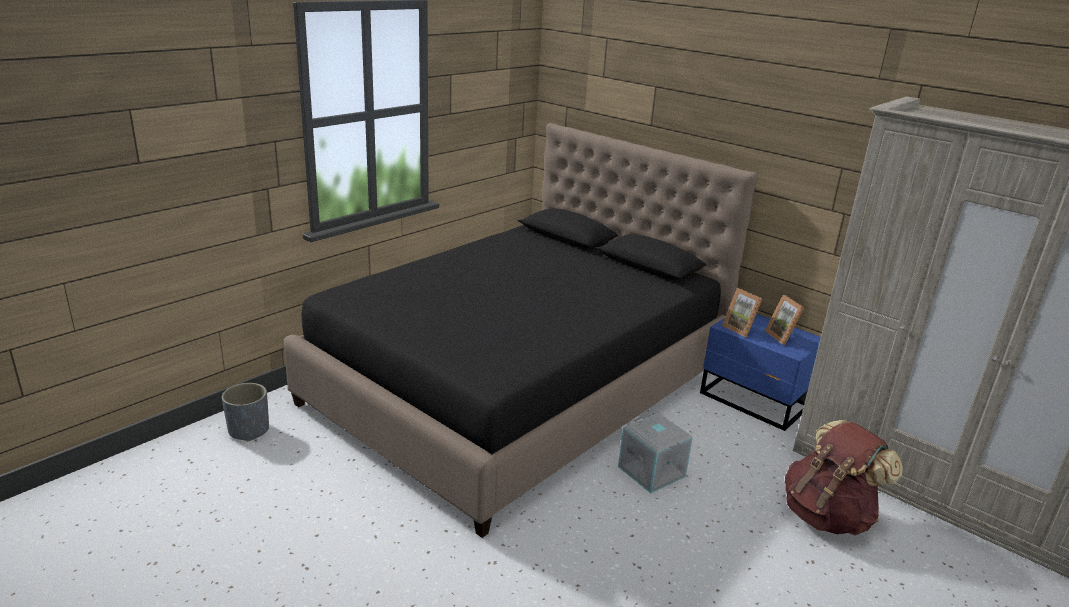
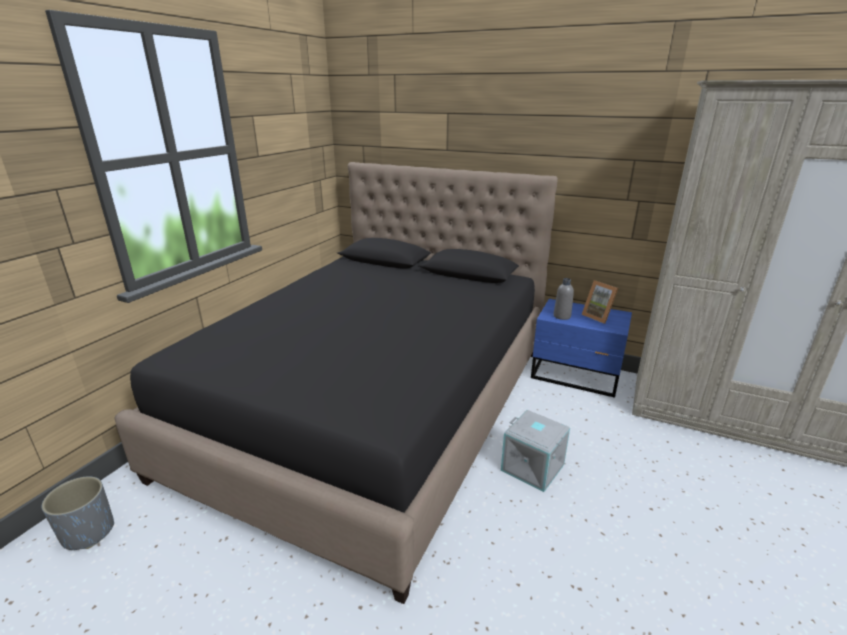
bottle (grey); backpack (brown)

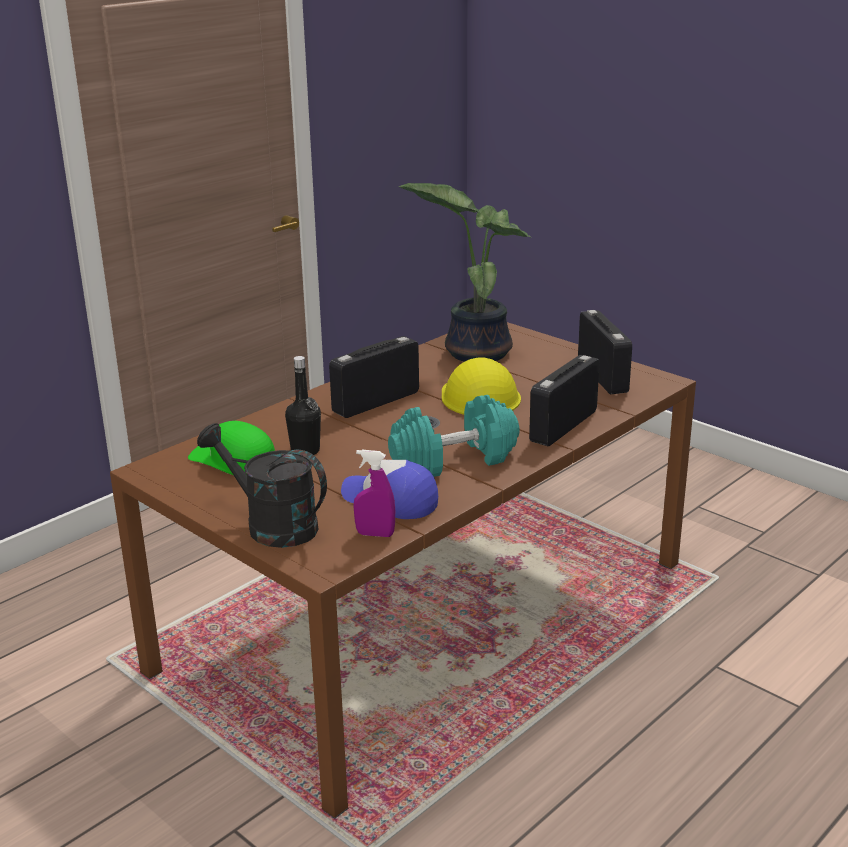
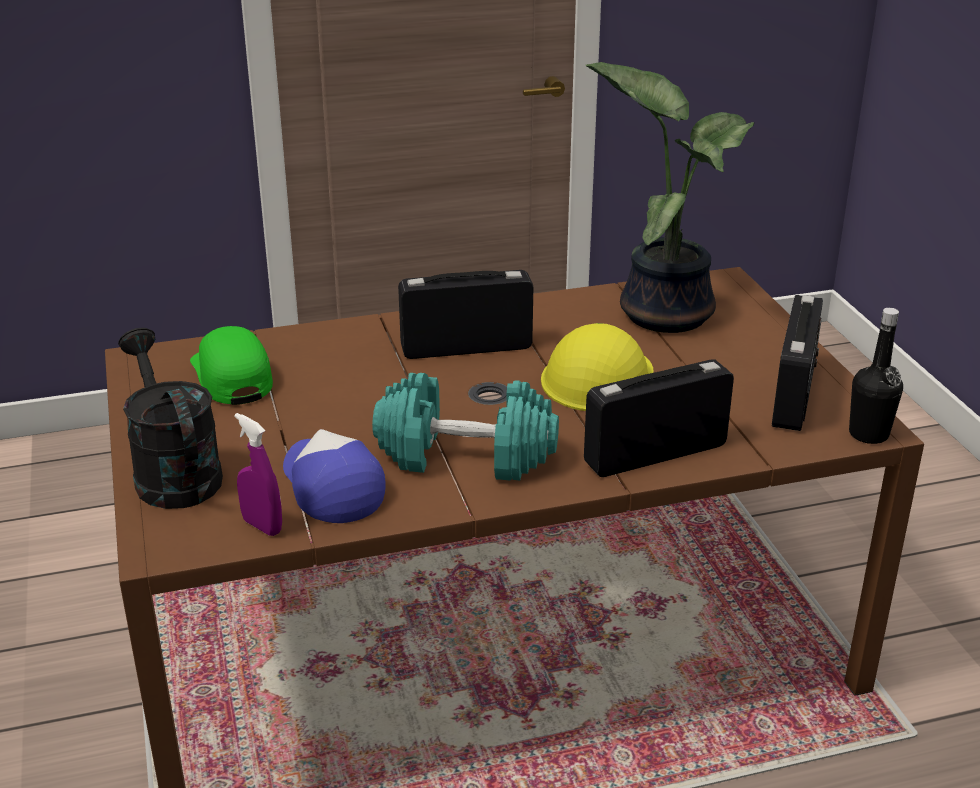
bottle (black)

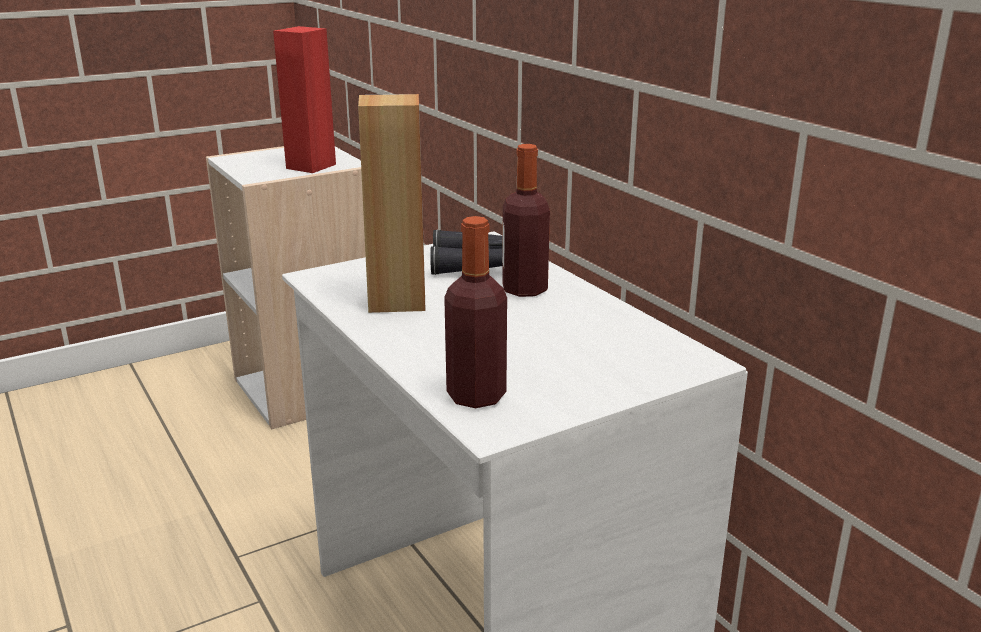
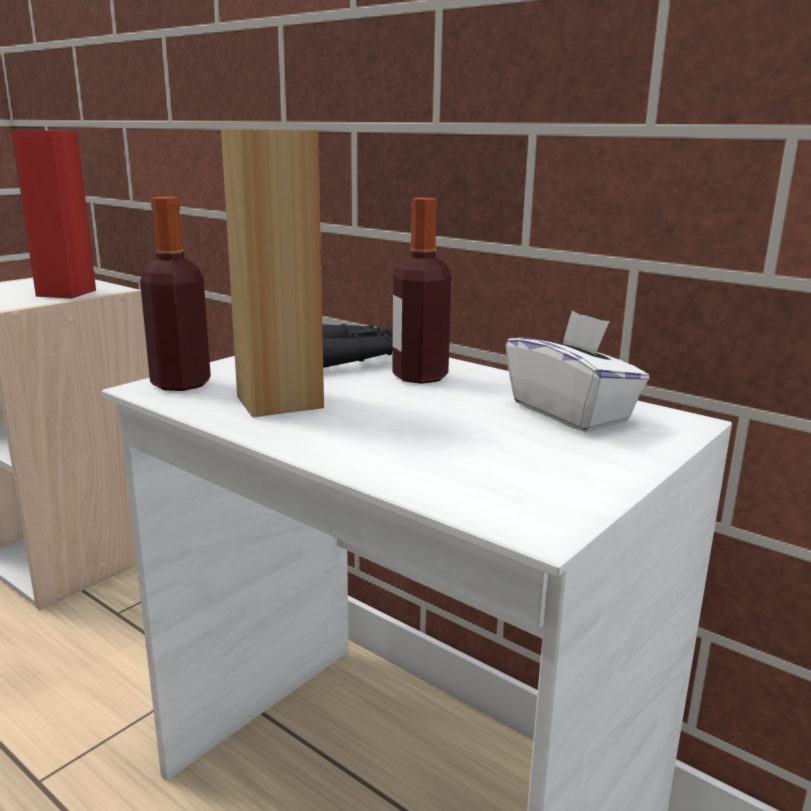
bottle (no. 1 from left); tissue box (white)

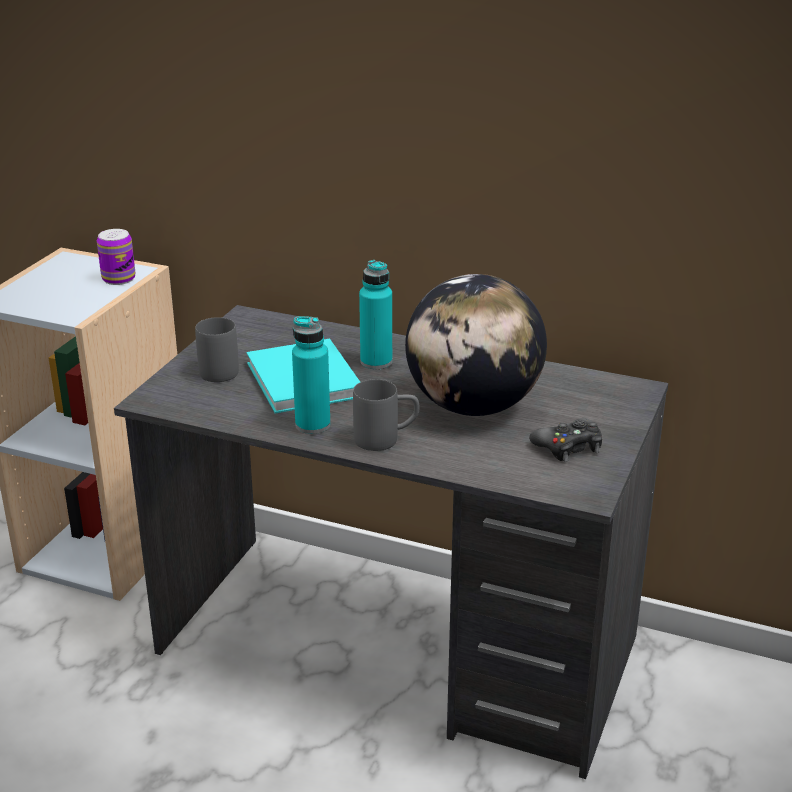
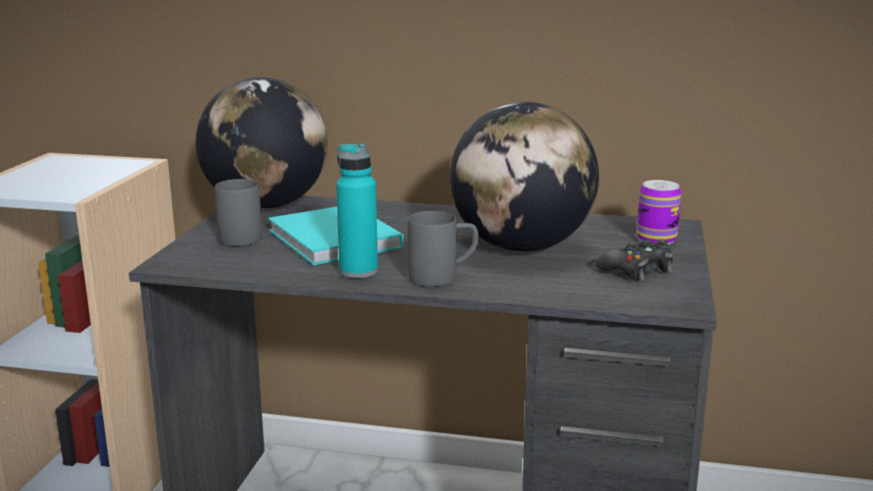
can; bottle (turquoise) (no. 2 from left in the first image); globe (no. 1 from left)

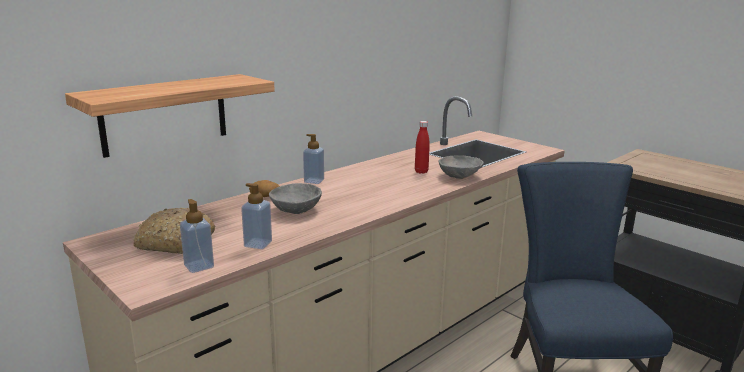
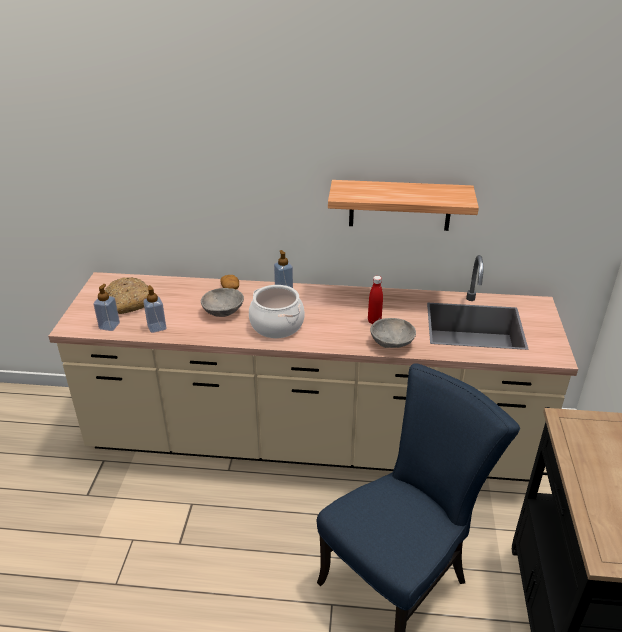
shelf; cooking pot

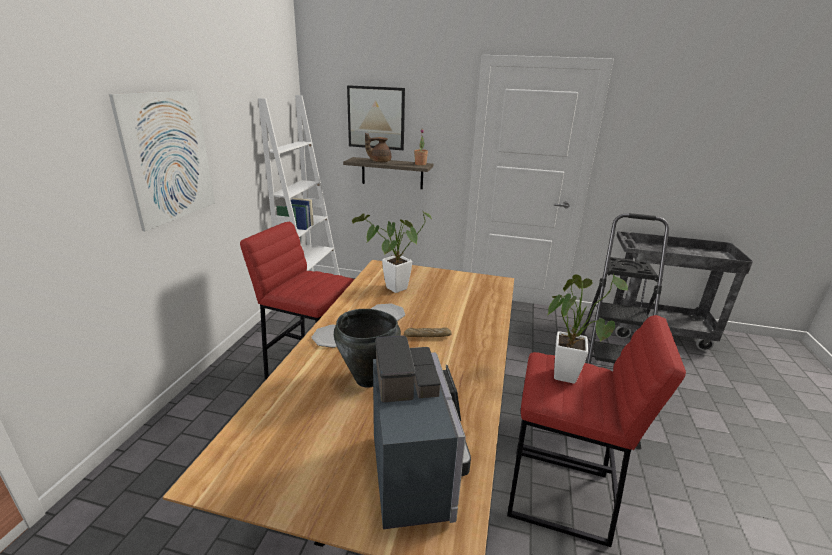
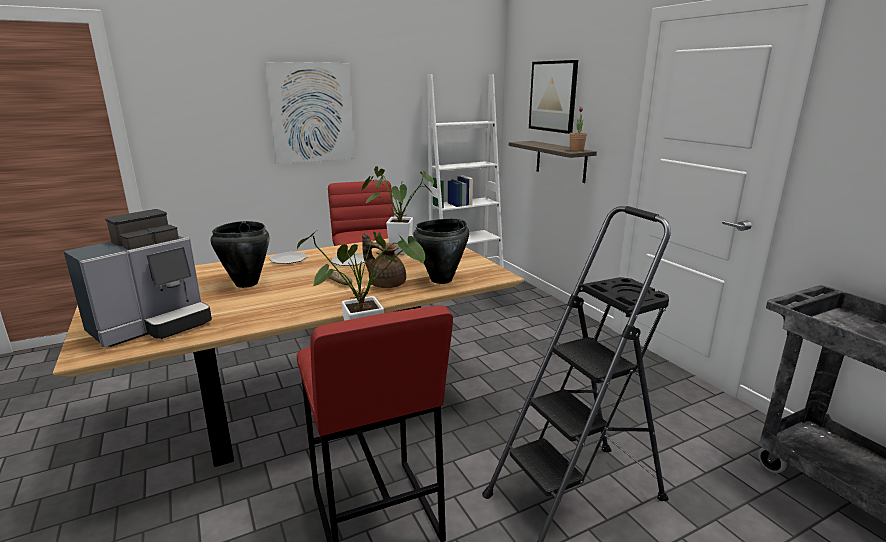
teapot (brown); cooking pot (black) (no. 2 from left)

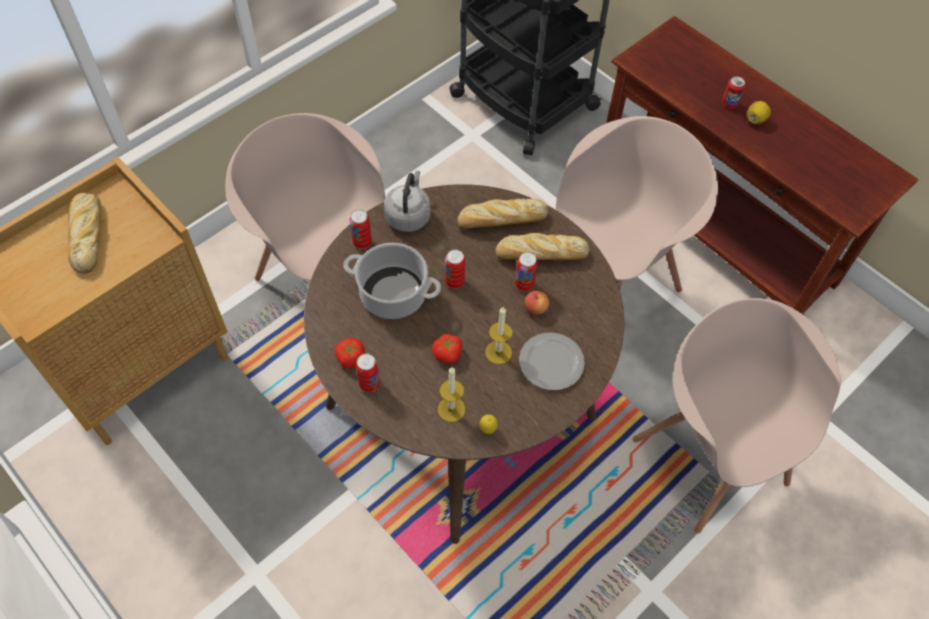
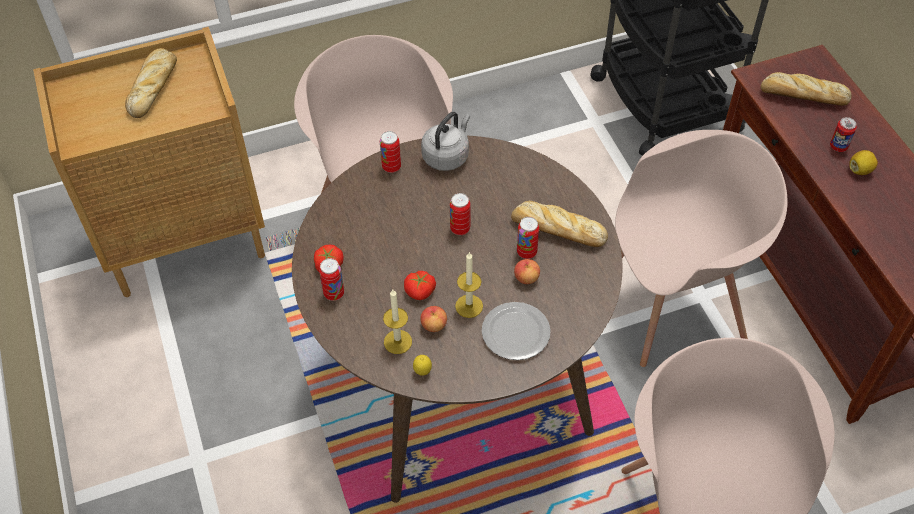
bread (no. 3 from left); cooking pot; apple (no. 1 from left)

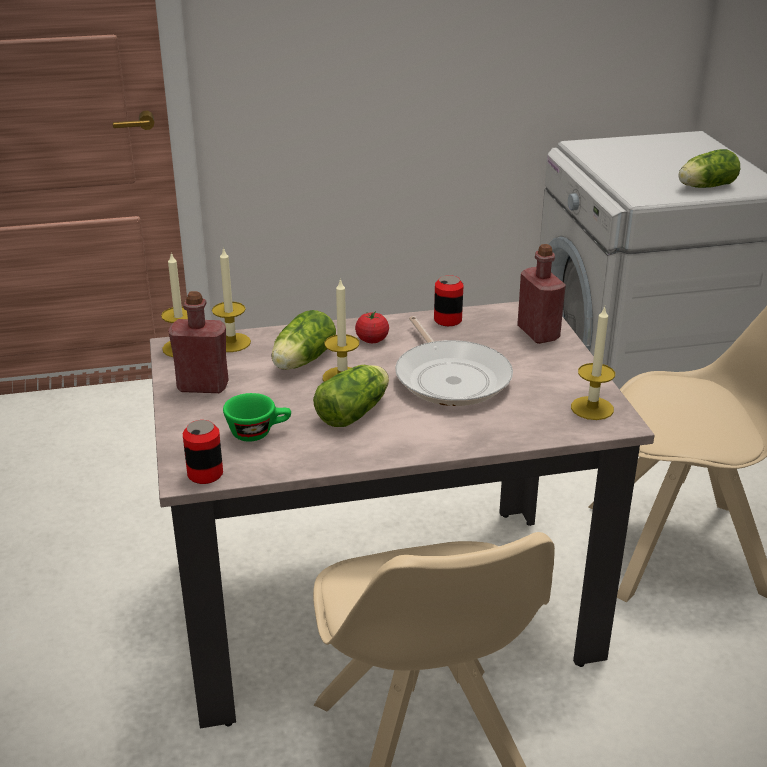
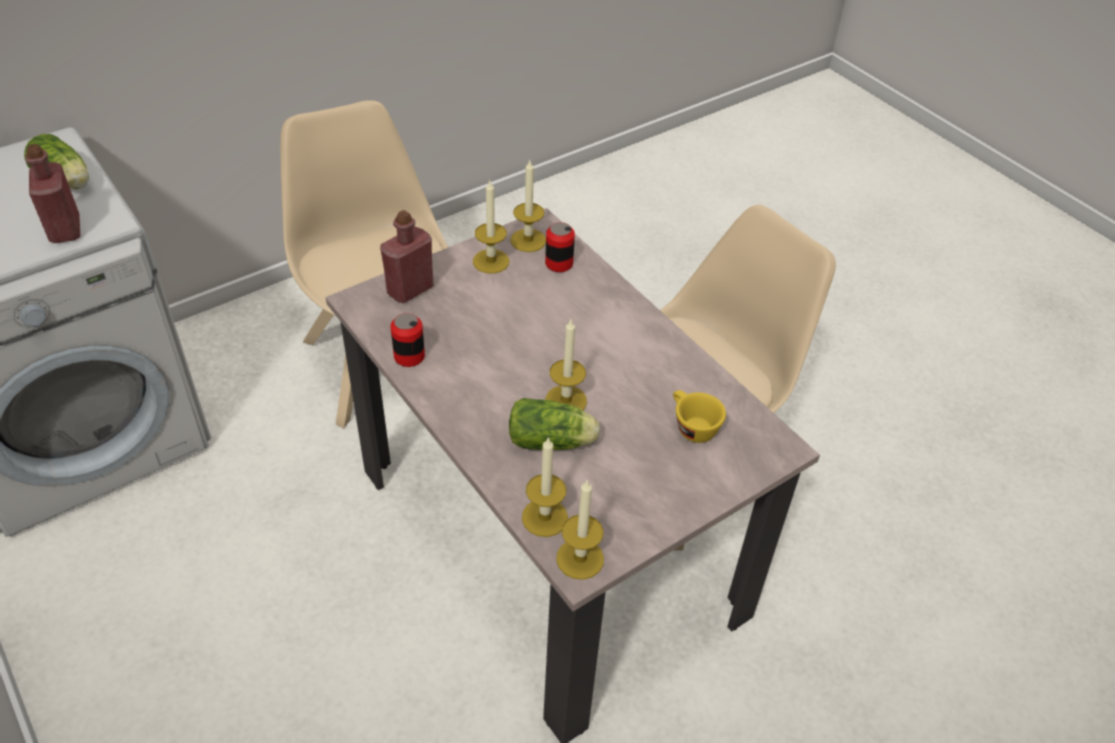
bottle (red) (no. 1 from left); tomato; frying pan; lettuce (no. 2 from left in the first image); cup (yellow); can (no. 2 from left); candle (no. 1 from left)

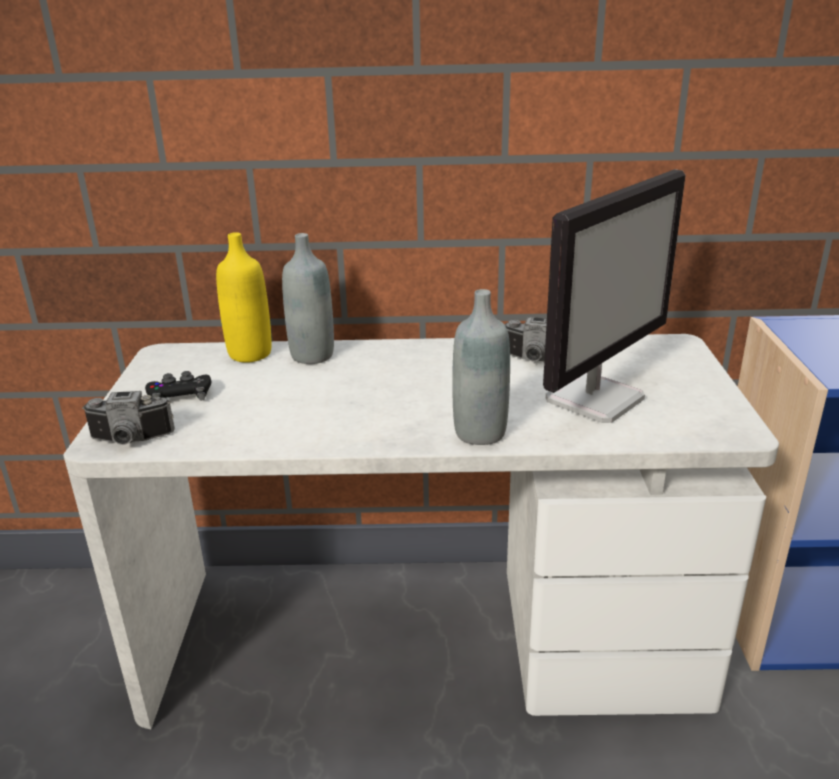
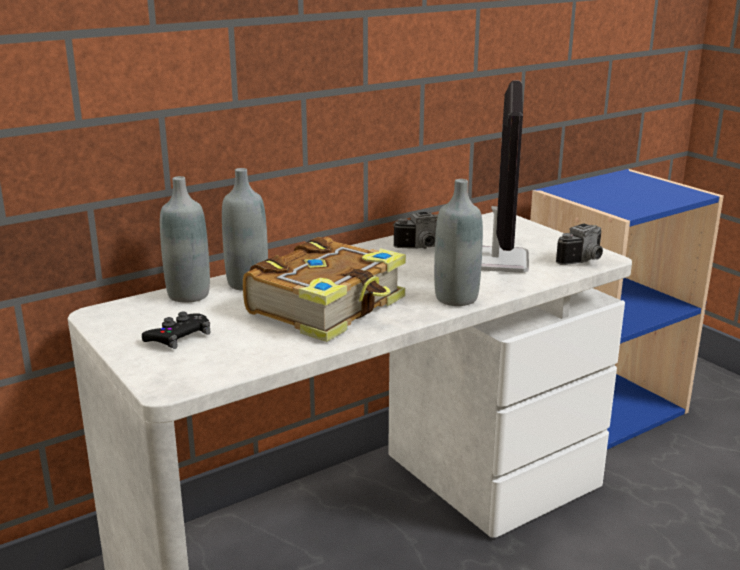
bottle (grey) (no. 1 from left); photo camera (no. 2 from left); book

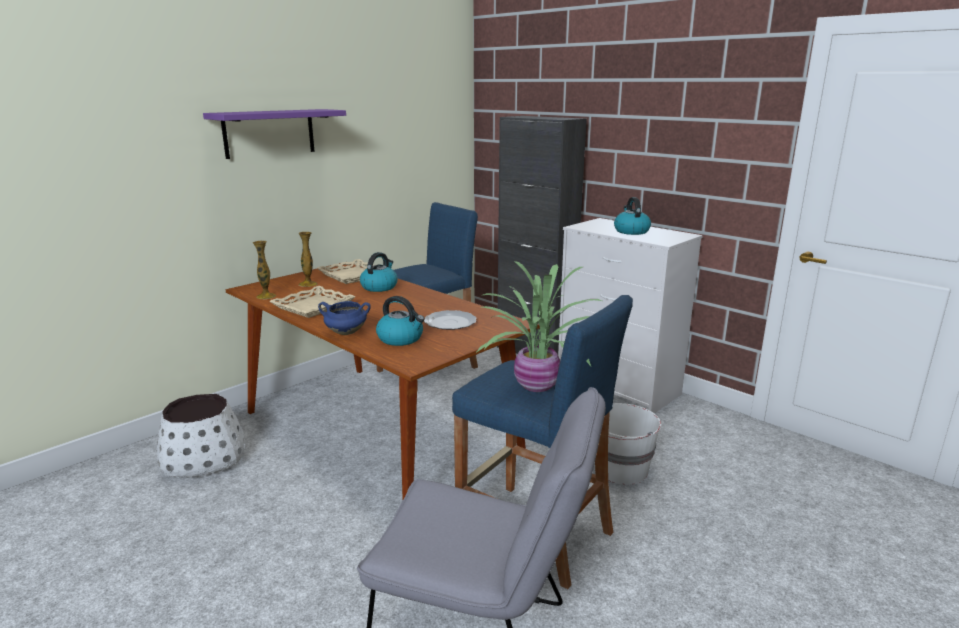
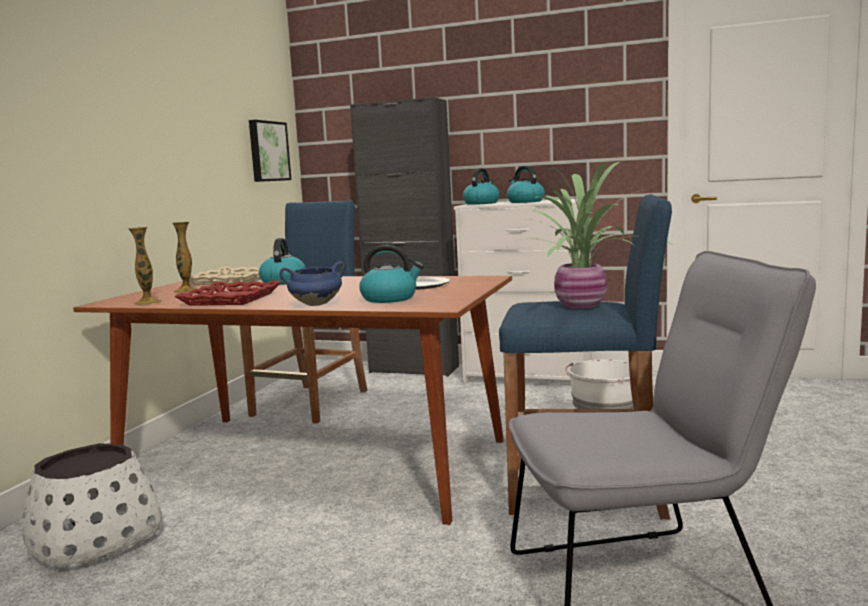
shelf (purple); tray (red); picture; kettle (no. 3 from left)

